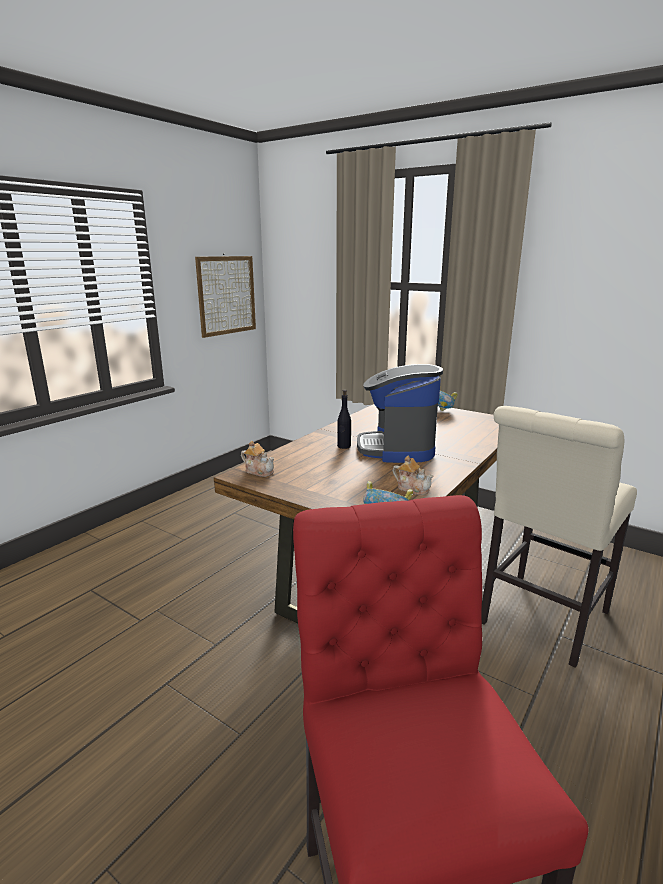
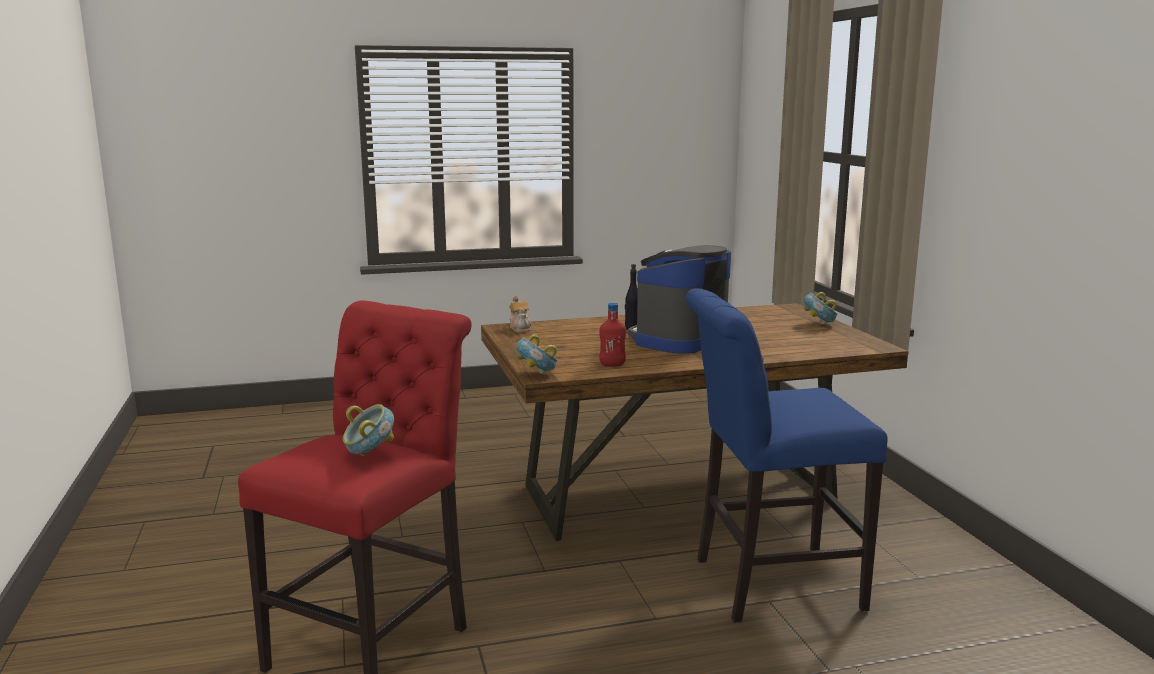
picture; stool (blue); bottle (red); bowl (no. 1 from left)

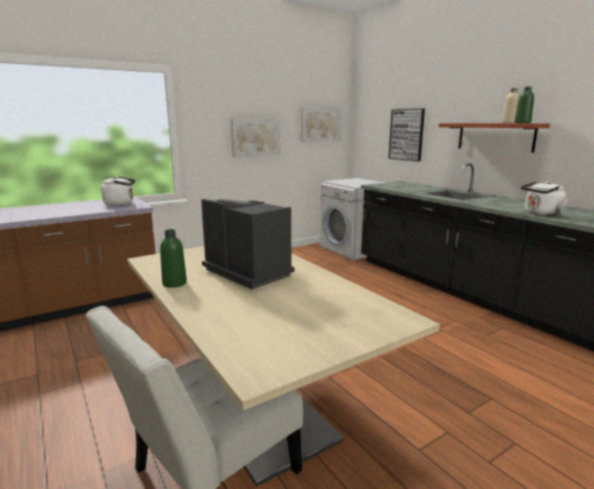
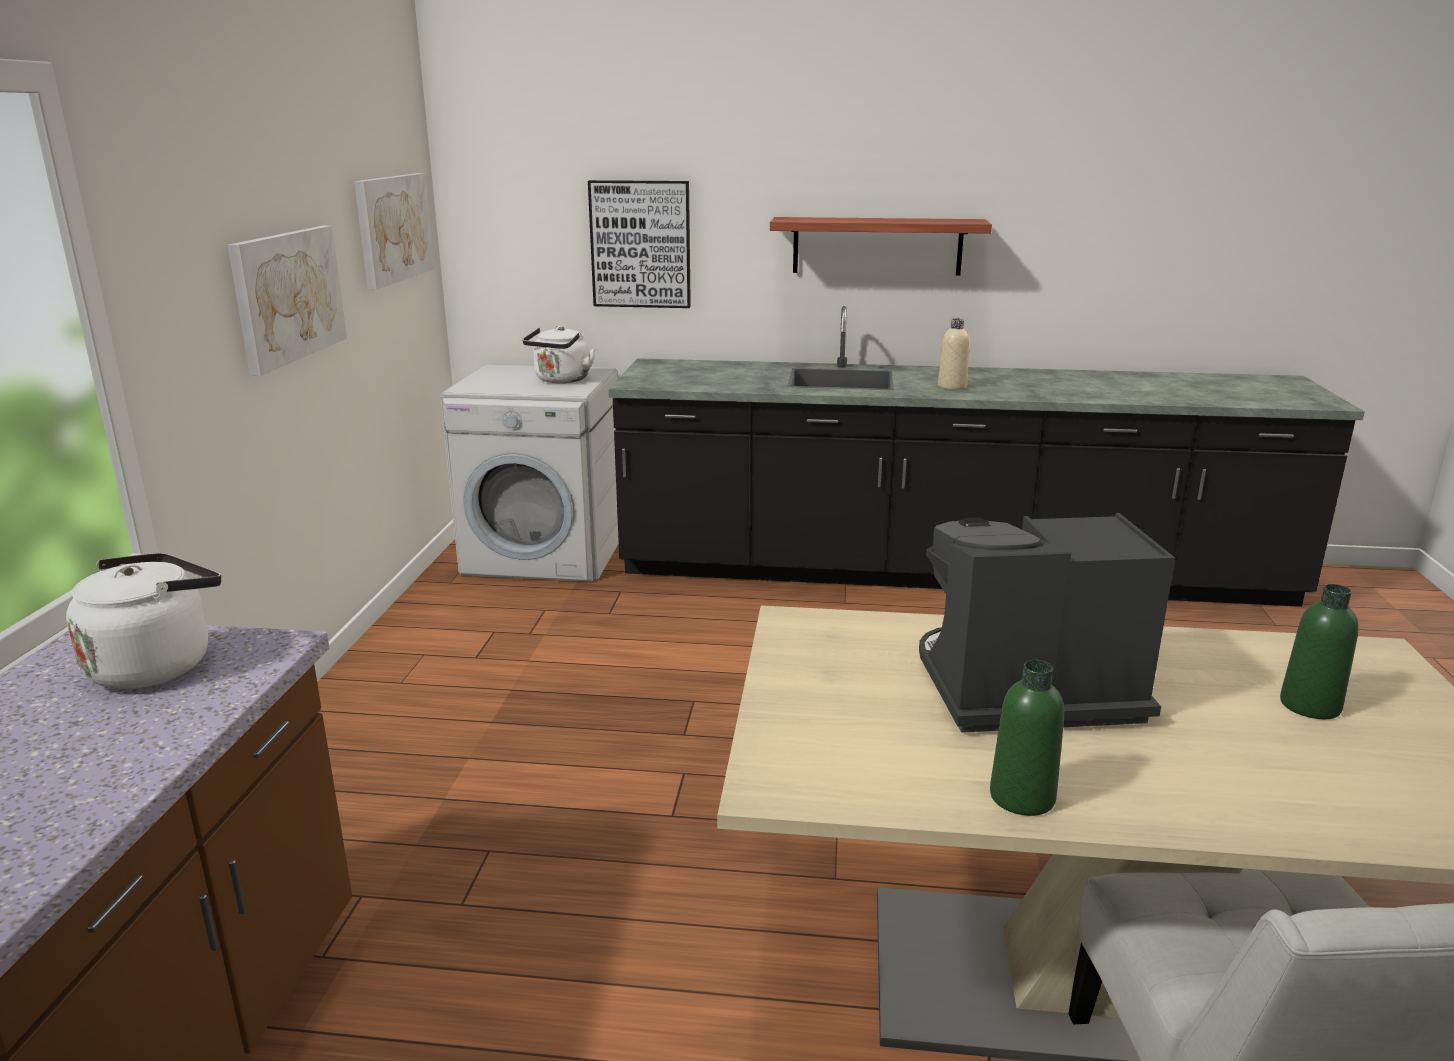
bottle (green) (no. 2 from left); bottle (beige); kettle (white) (no. 2 from left)

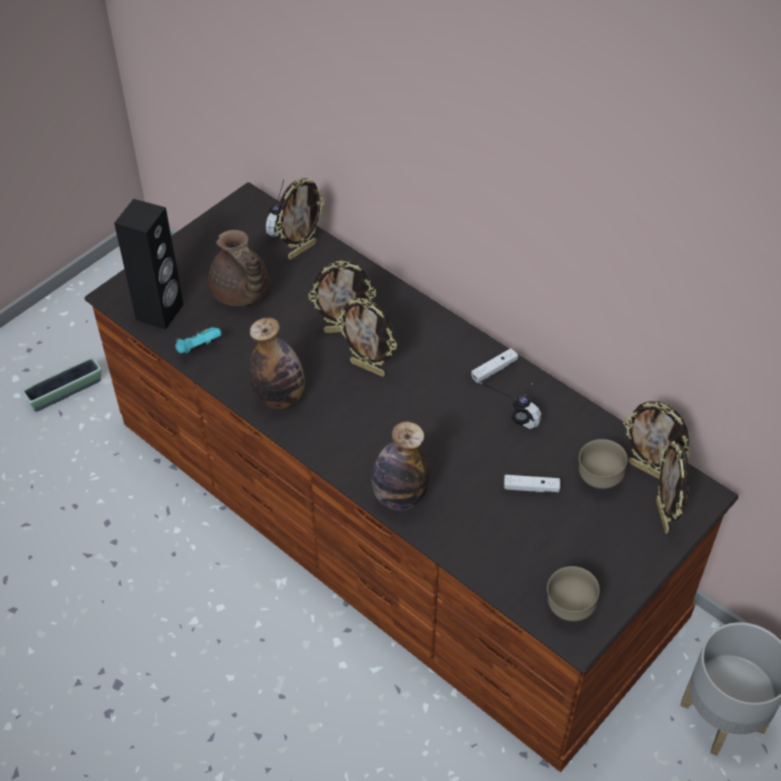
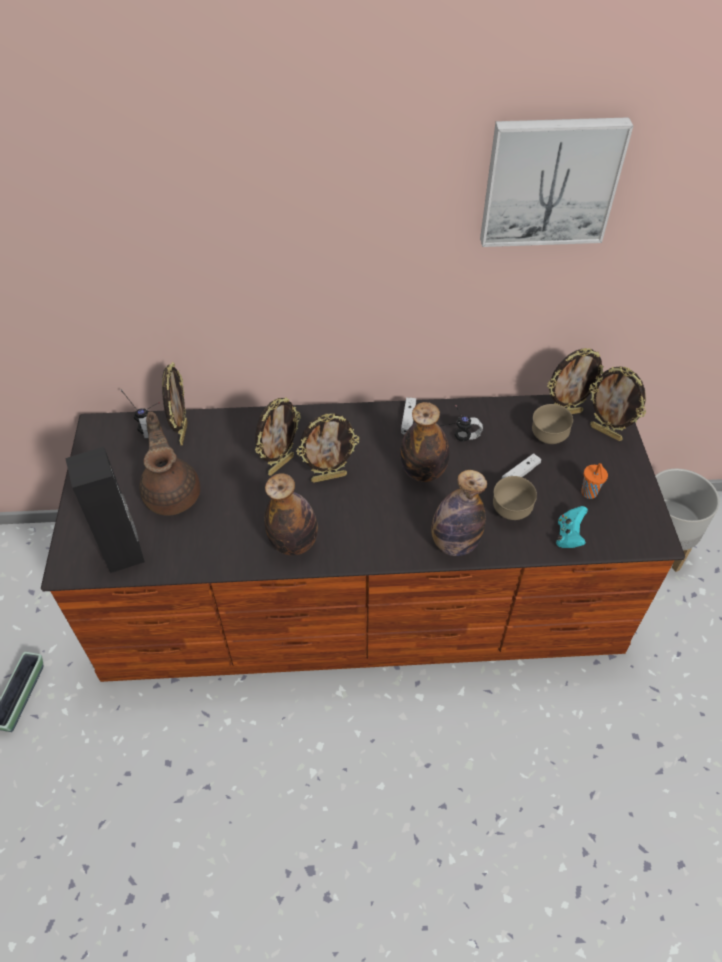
teapot (brown); game controller (turquoise); bowl (brown) (no. 1 from left); picture; bottle (no. 2 from left); cup (orange)

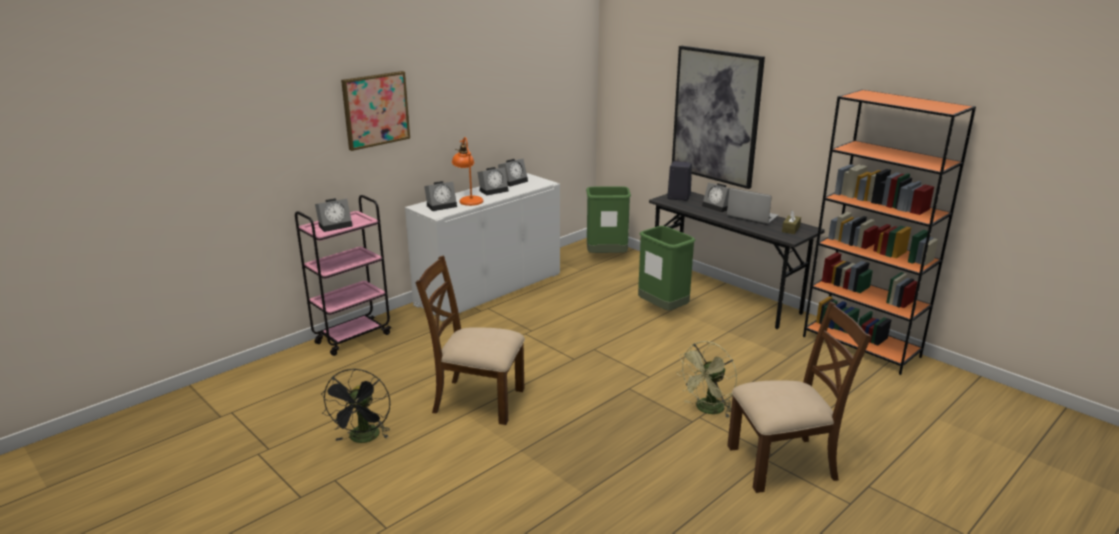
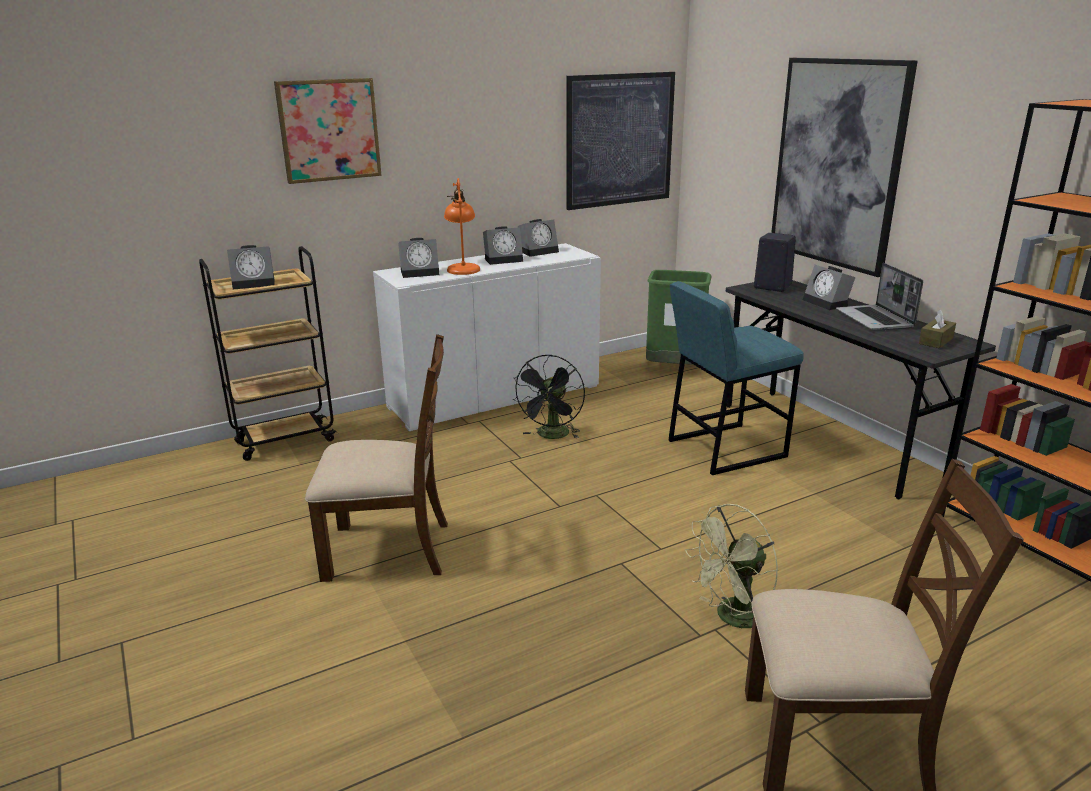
laptop; cart (brown); stool (blue); chair (brown) (no. 1 from left); fan (black); picture (no. 2 from left)

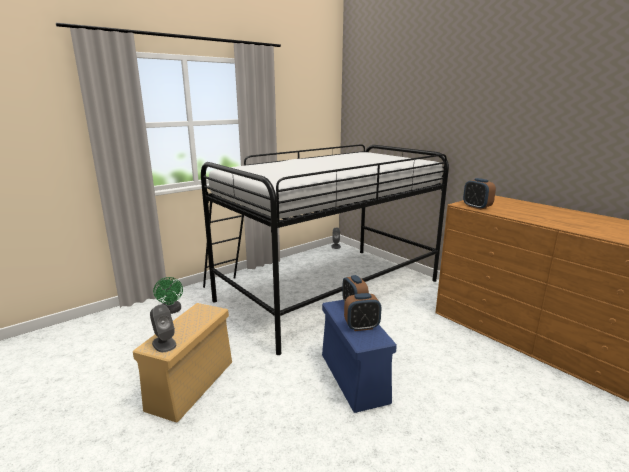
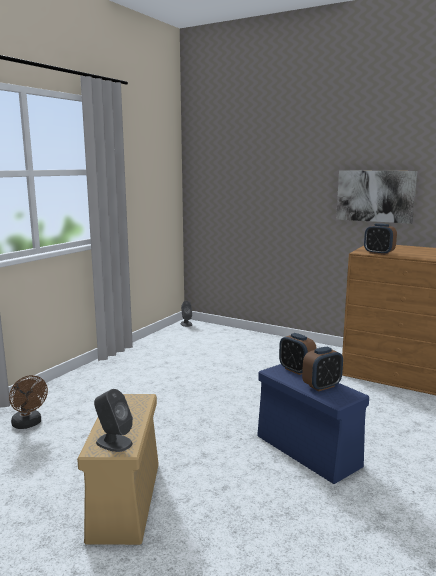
bed (black); fan (brown); picture

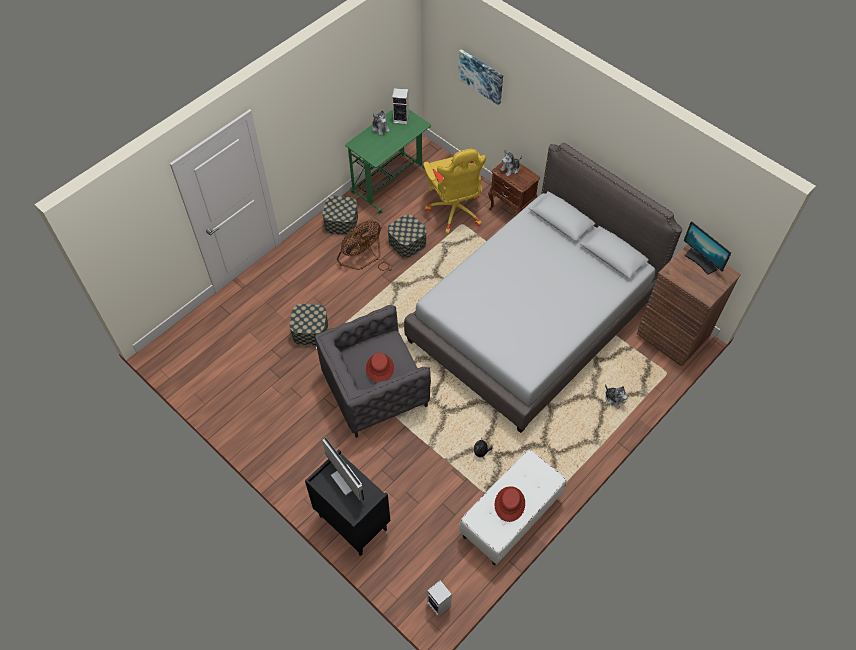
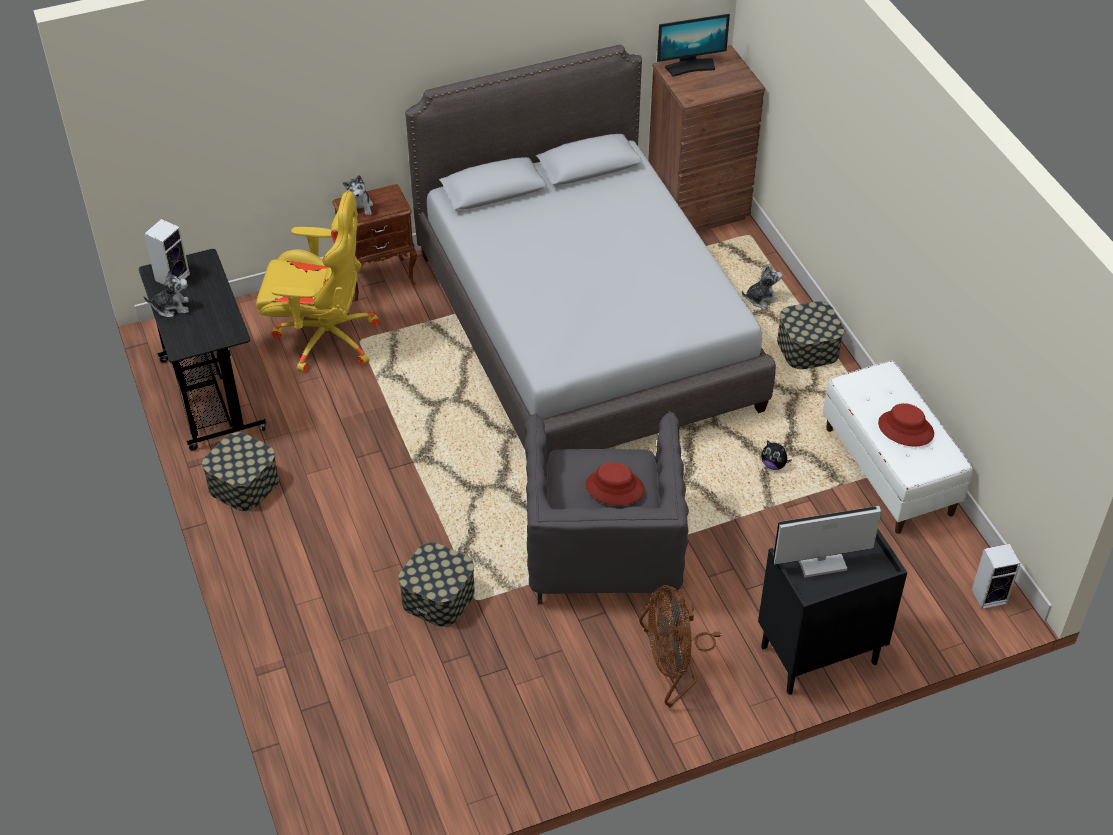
picture; desk (black); storage box (no. 3 from left); fan (brown)

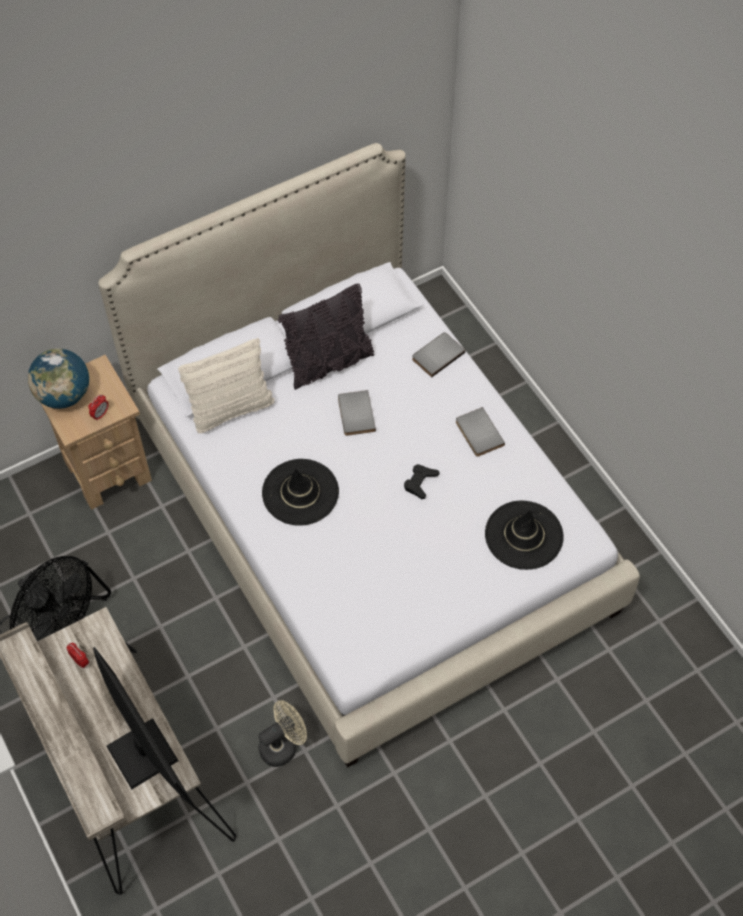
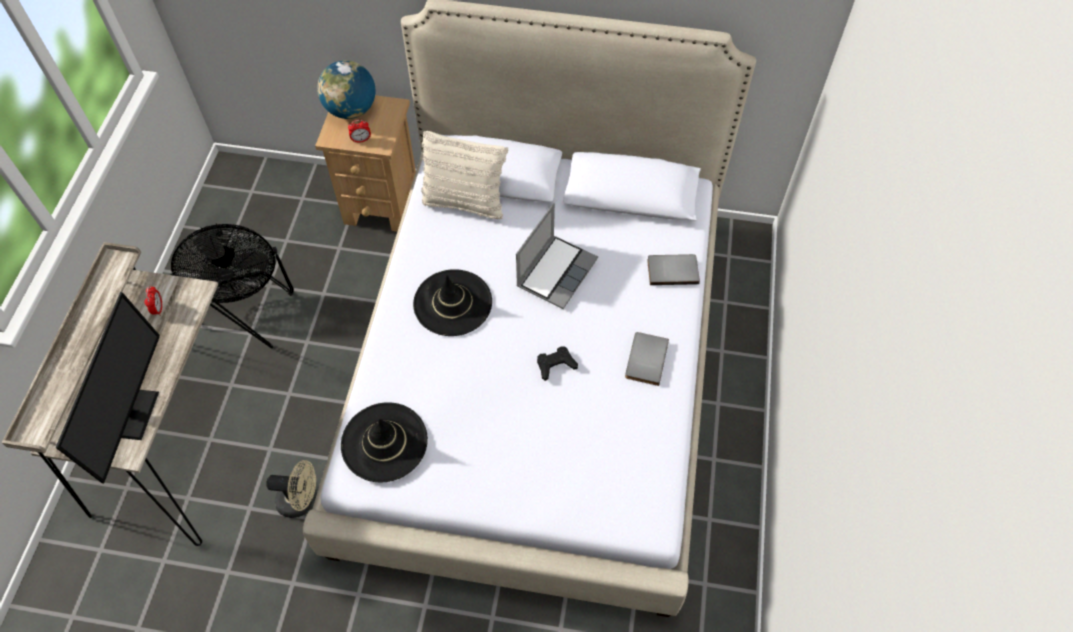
pillow (black); laptop; hat (black) (no. 1 from left)

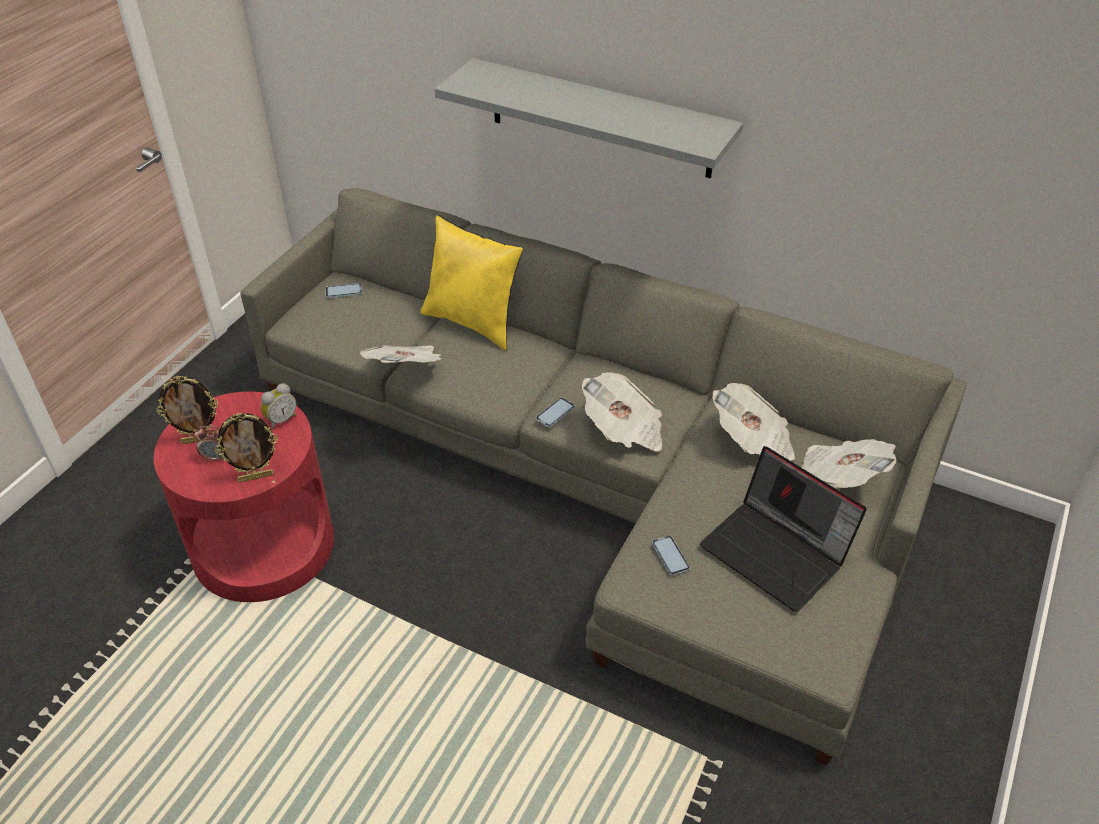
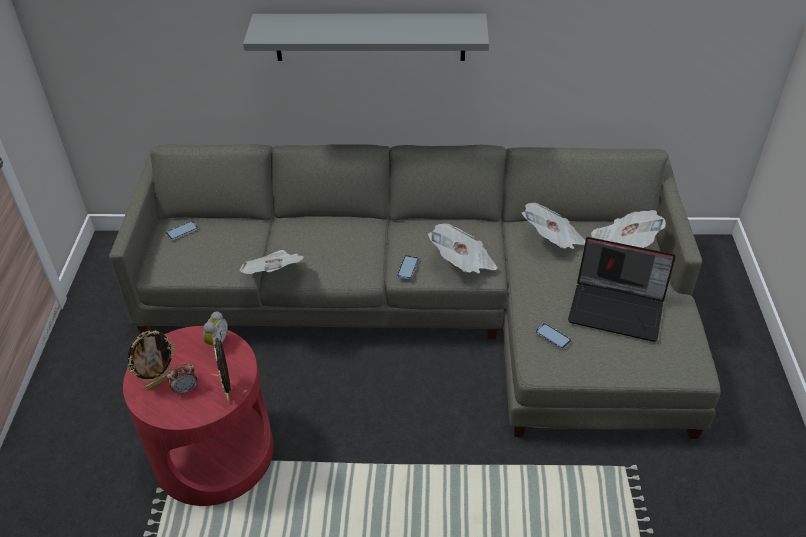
pillow (yellow); picture frame (no. 2 from left)

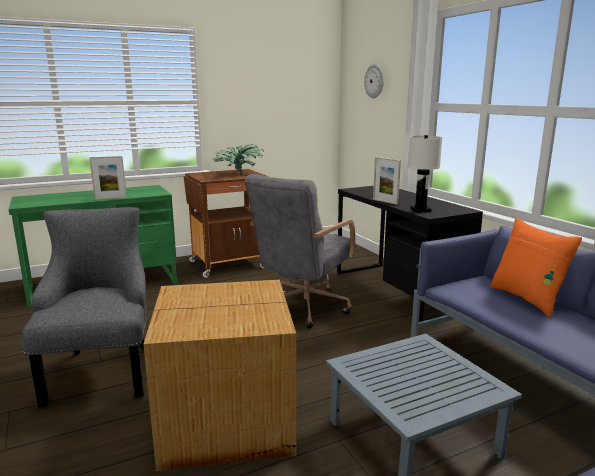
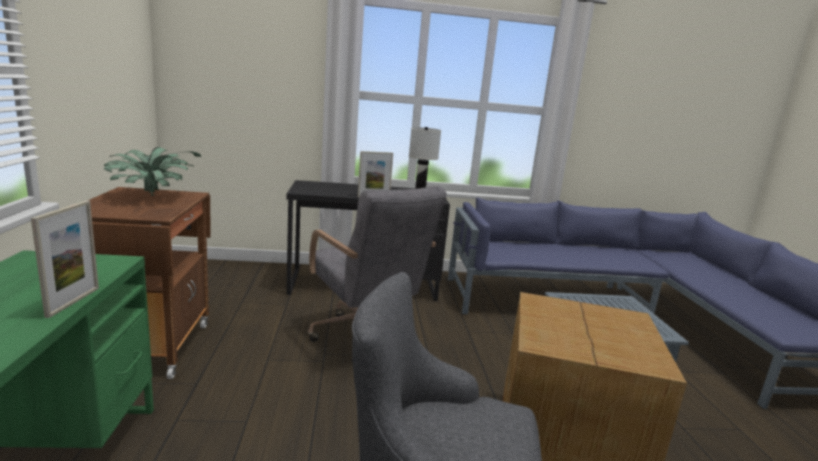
wall clock; pillow (orange)

